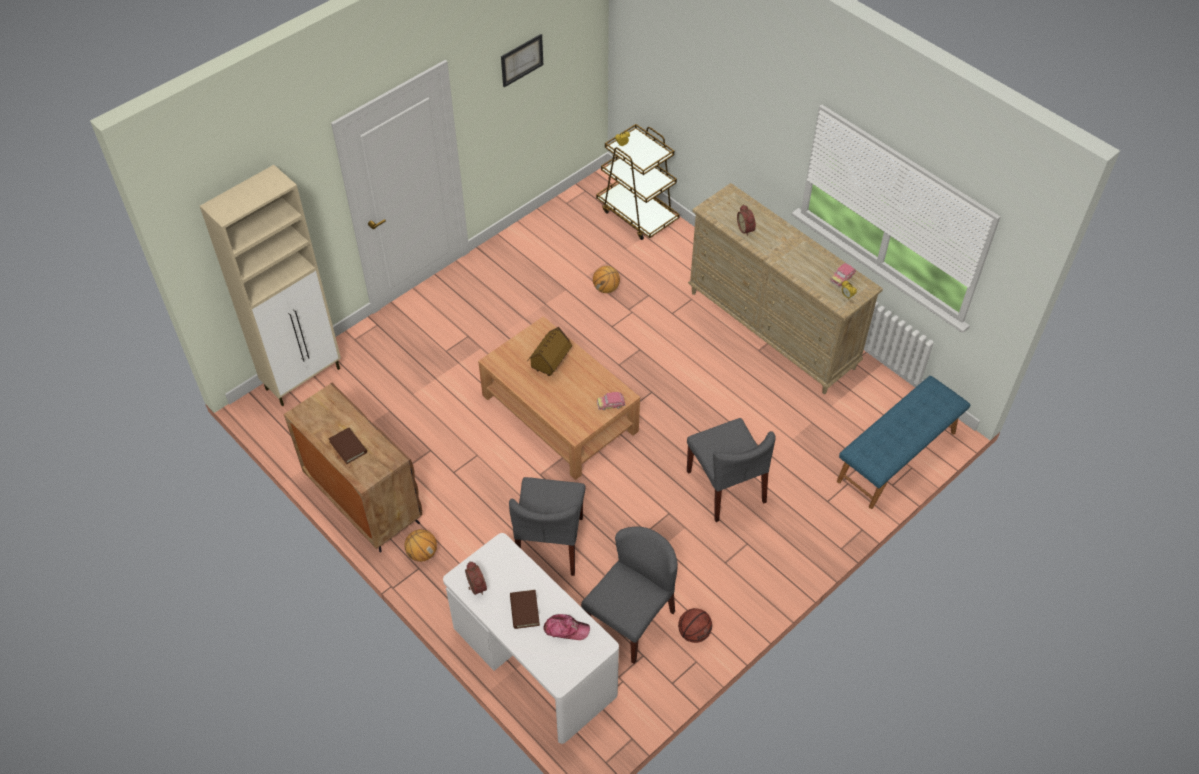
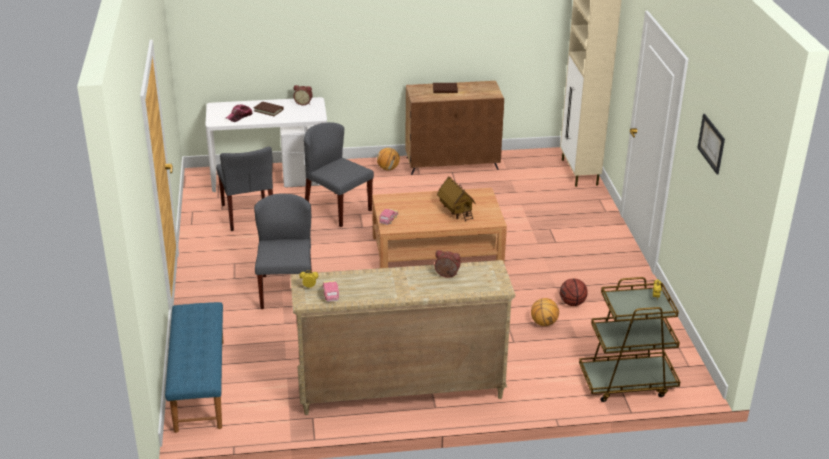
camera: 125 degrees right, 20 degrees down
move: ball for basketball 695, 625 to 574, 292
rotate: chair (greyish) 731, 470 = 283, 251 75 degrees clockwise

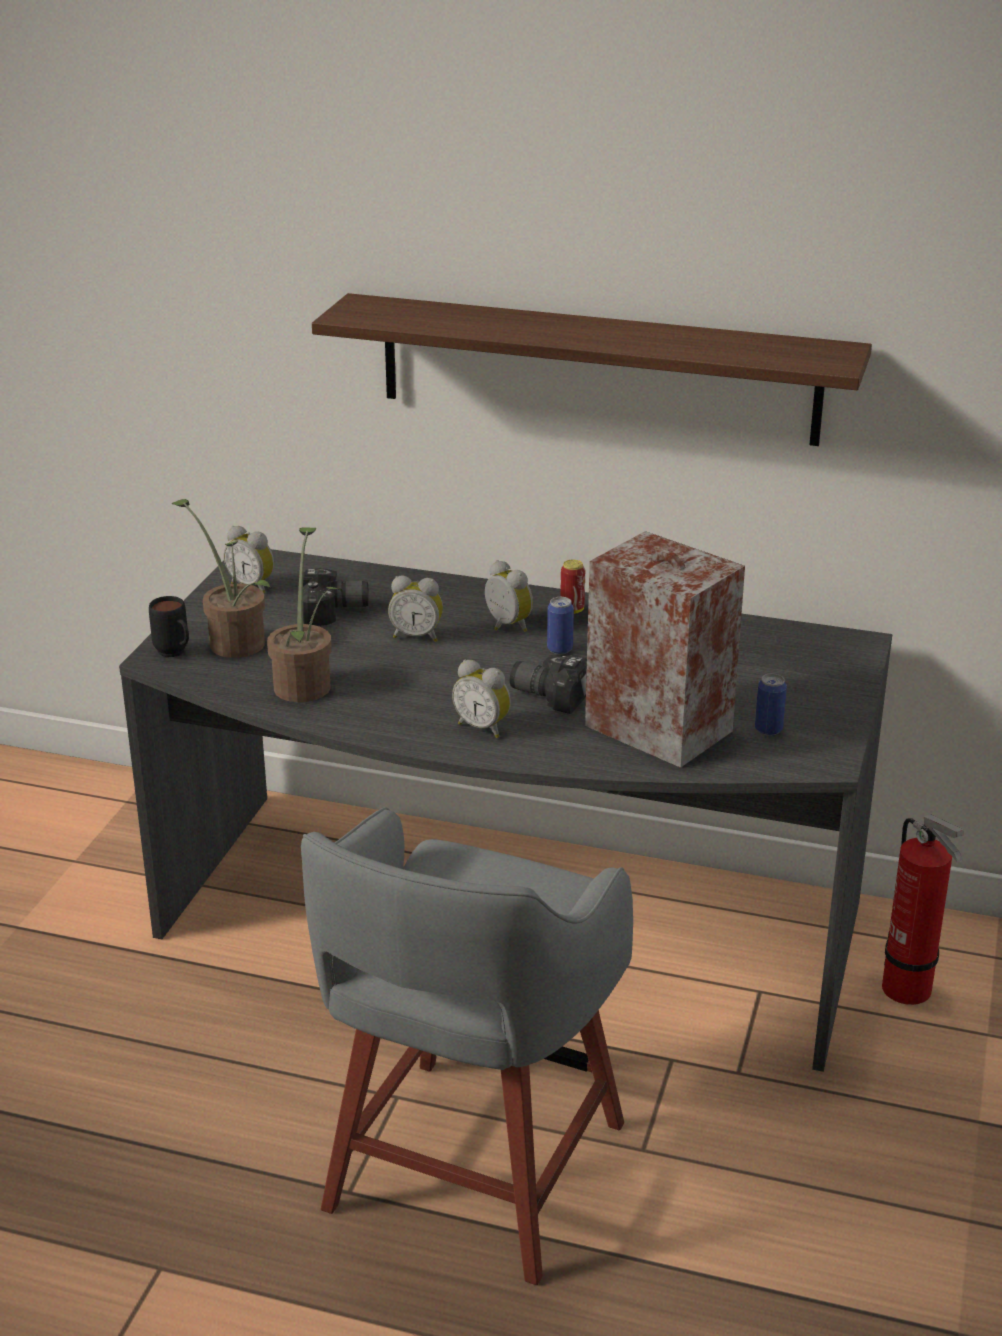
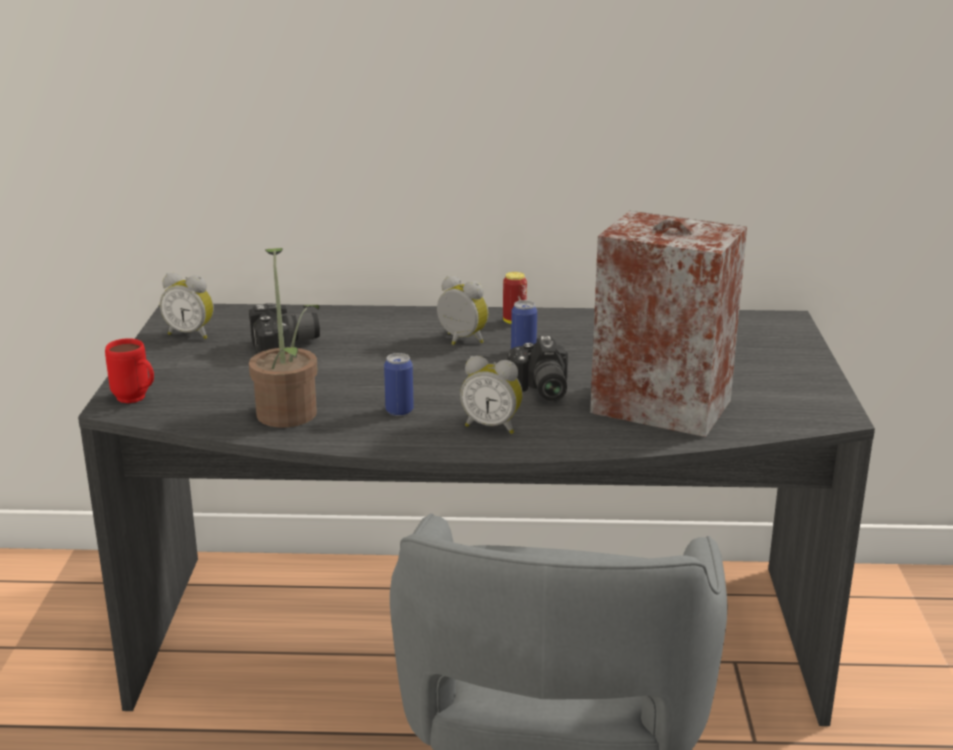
camera: 15 degrees left, 5 degrees down
delete: bracket shelf 592, 369; houseplant 222, 578; alarm clock 415, 609; fire-fighting cylinder 923, 910
move: can 771, 704 to 399, 384
recolor: mug (black) 169, 626 to mug (red) 129, 370
rotate: still camera 548, 684 = 537, 368 105 degrees counterclockwise

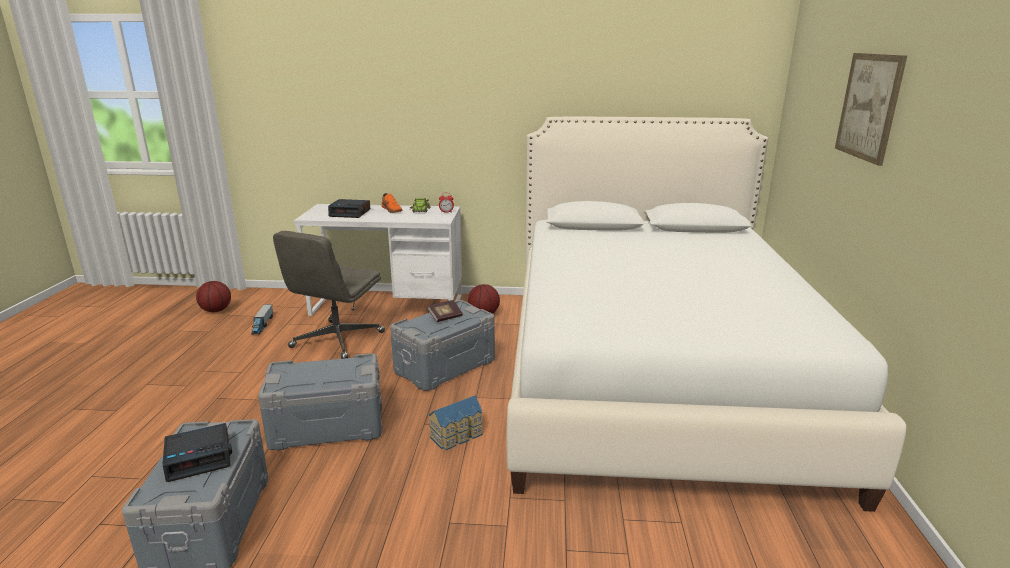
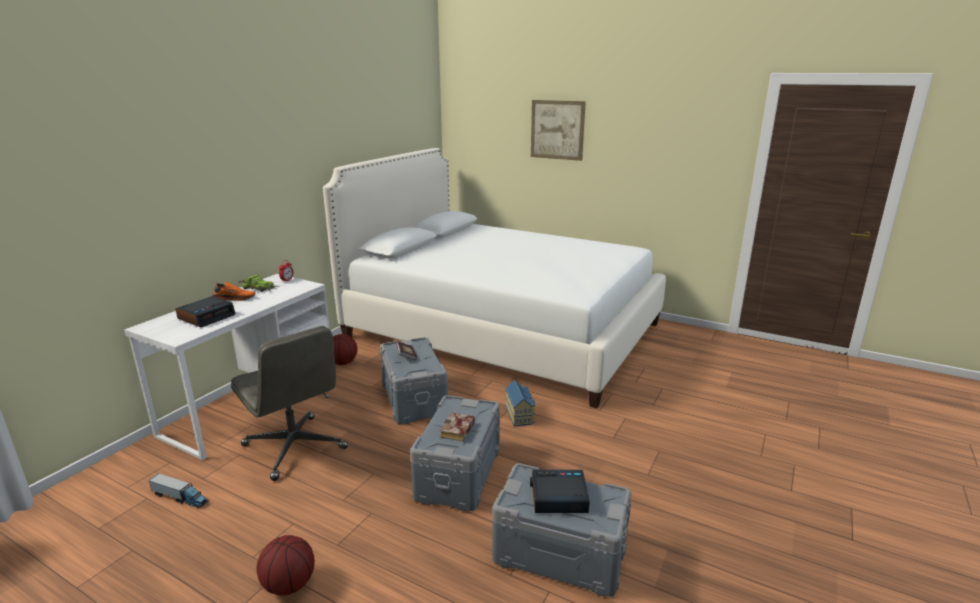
camera: 65 degrees left, 0 degrees up
insert: bound book 457, 427
move: ball for basketball 213, 297 to 286, 565
rotate: alarm clock 197, 452 = 560, 491 90 degrees counterclockwise

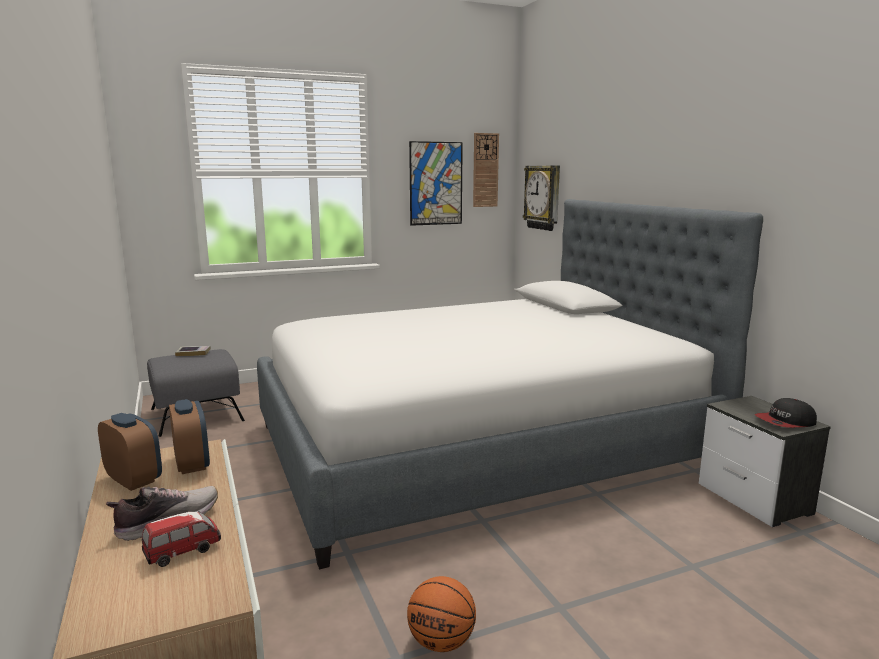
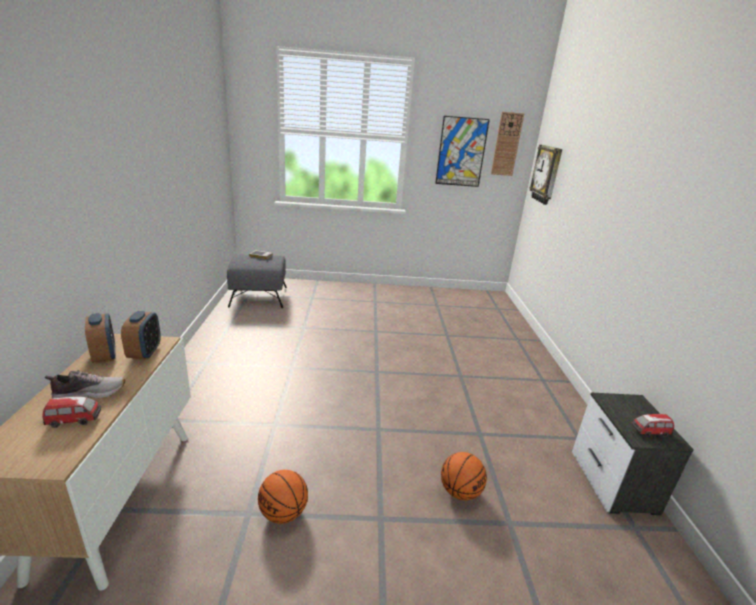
camera: 20 degrees right, 10 degrees up
delete: bed 510, 384
insert: ball for basketball 464, 476
replace: cap 785, 413 to model car 652, 425

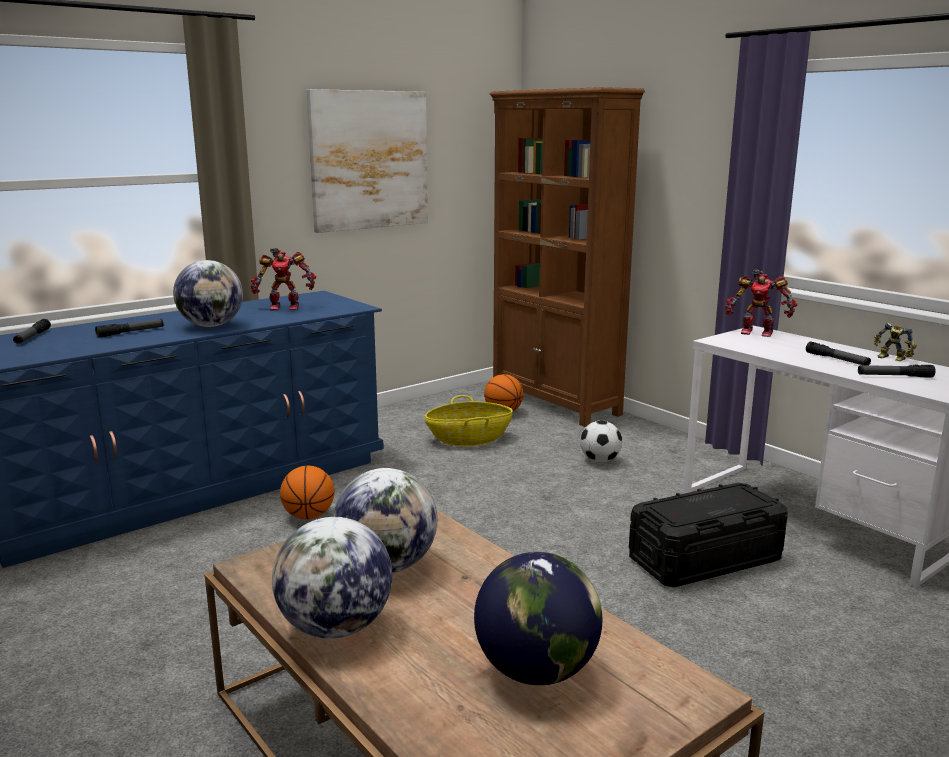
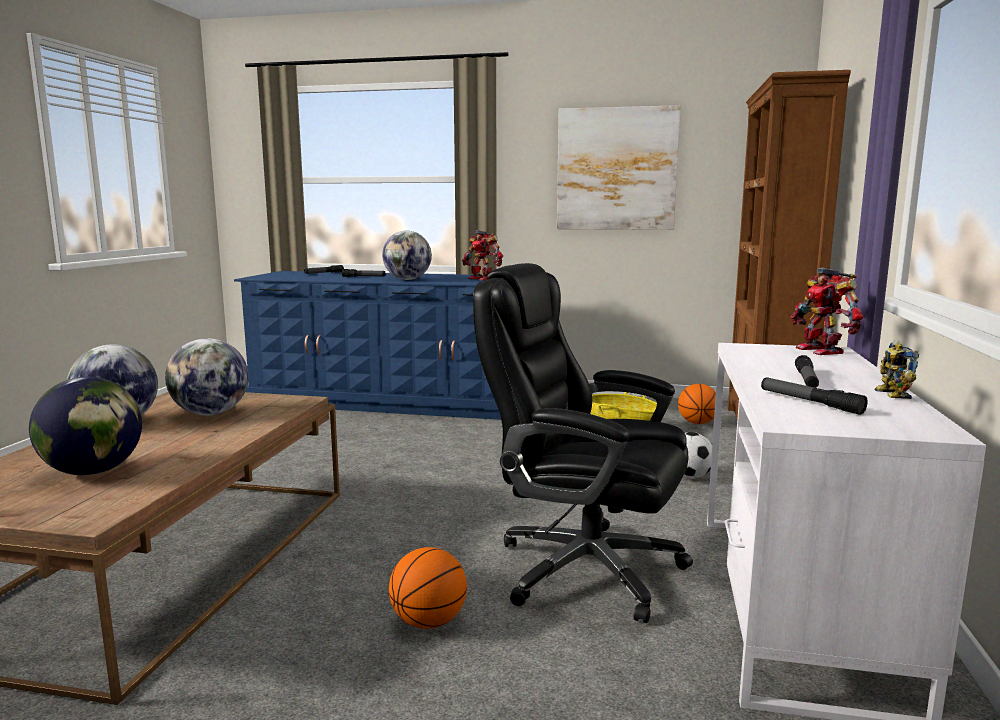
camera: 50 degrees right, 5 degrees down
move: ball for basketball 307, 492 to 428, 588
replace: storage bin (black) 708, 535 to office chair (black) 583, 443

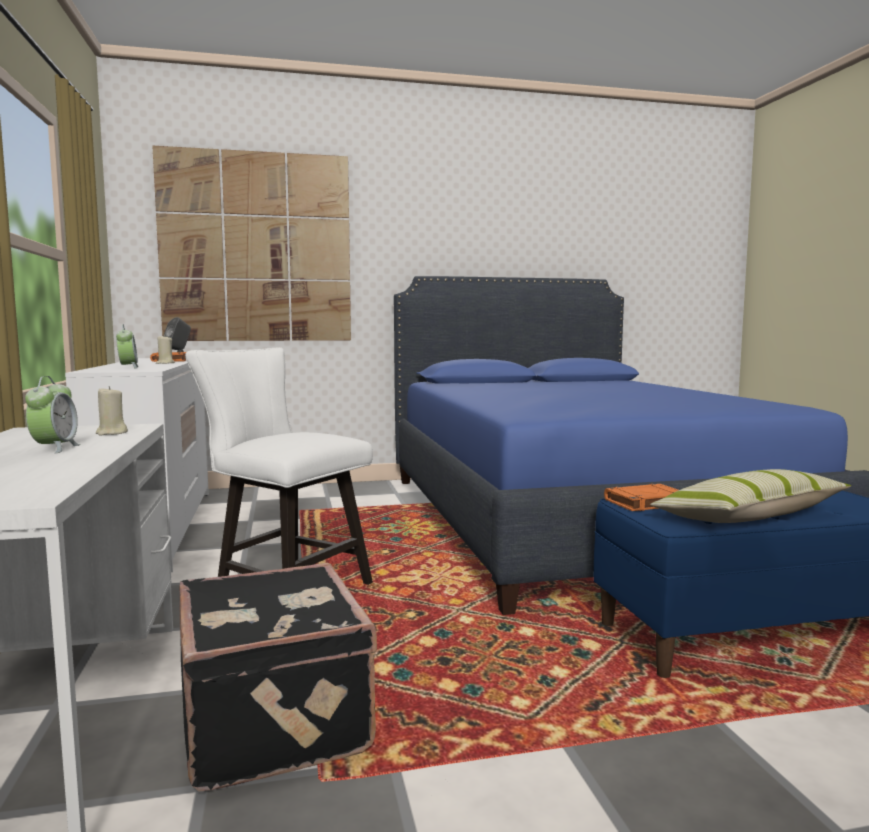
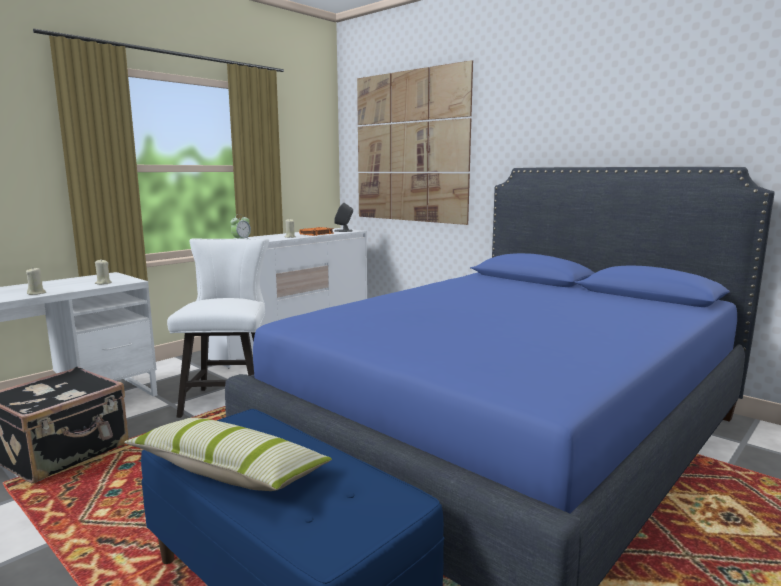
camera: 55 degrees right, 5 degrees up
delete: alarm clock 53, 414; bound book (orange) 641, 497
insert: wax candle (beige) 36, 281

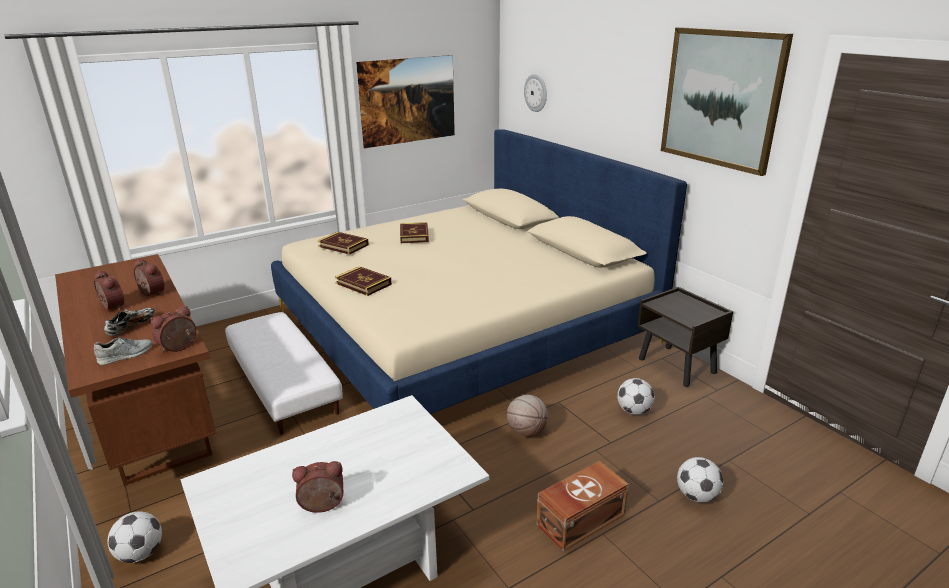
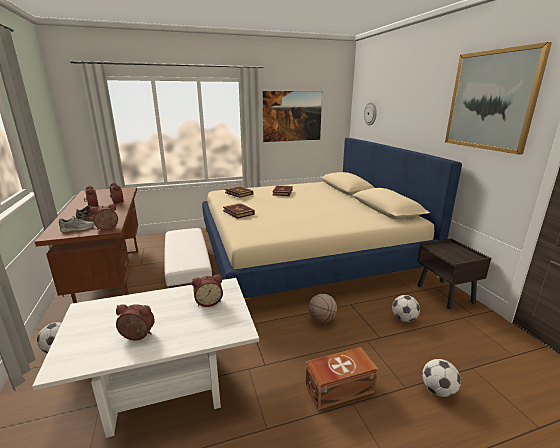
camera: 15 degrees right, 5 degrees down
insert: alarm clock 207, 290

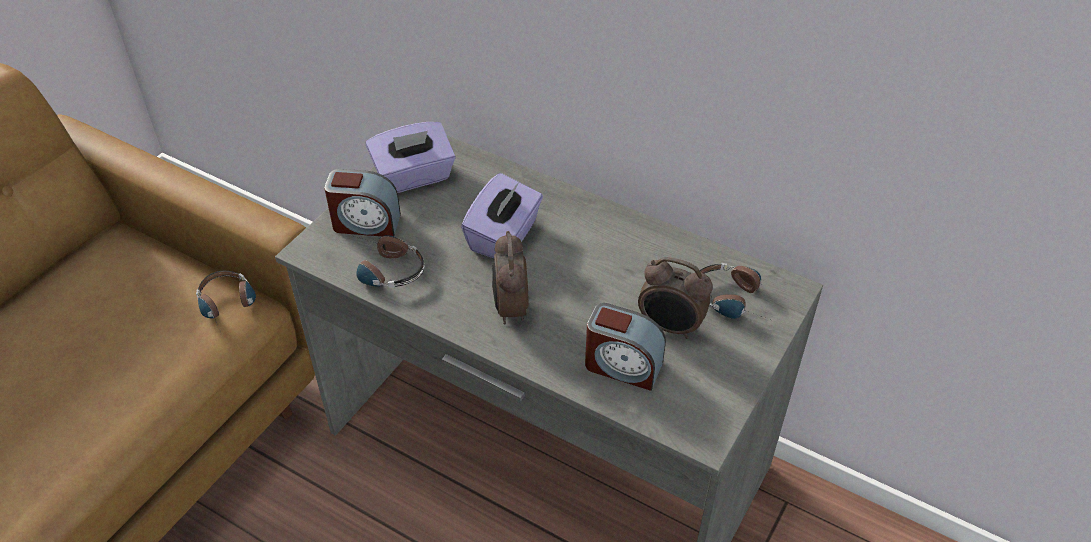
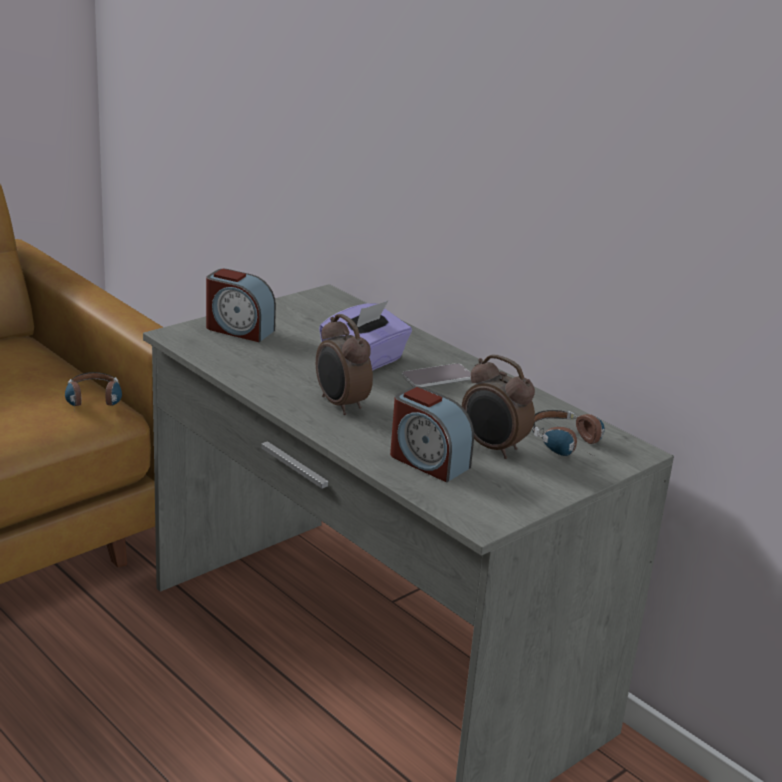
camera: 15 degrees right, 20 degrees down
delete: tissue holder (purplish) 411, 157; pair of headphones 389, 261
insert: handset 436, 375
rotate: alarm clock 510, 278 = 344, 364 45 degrees counterclockwise

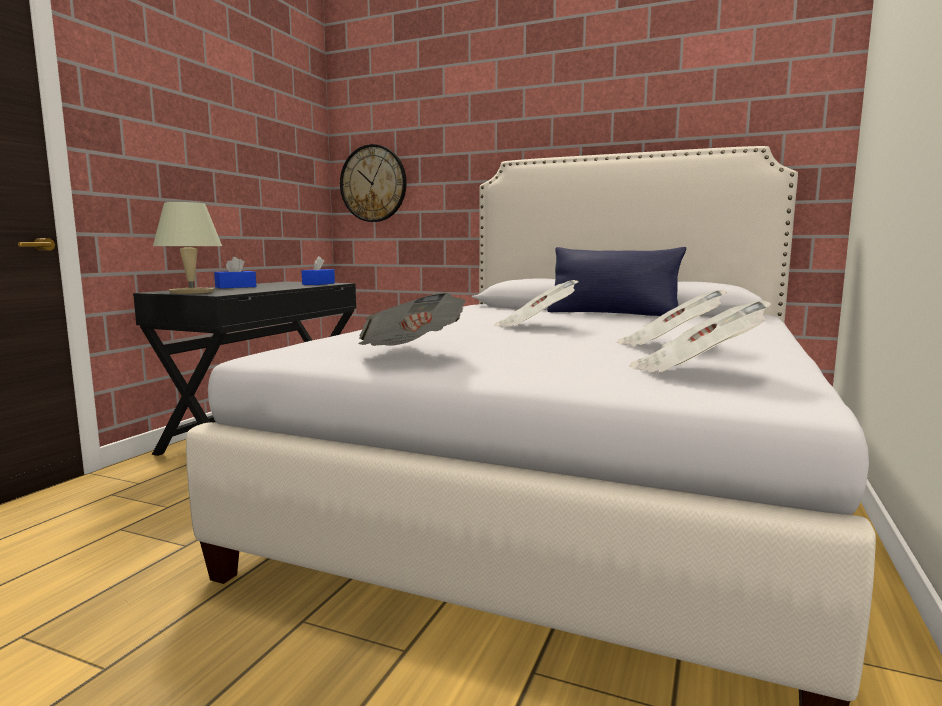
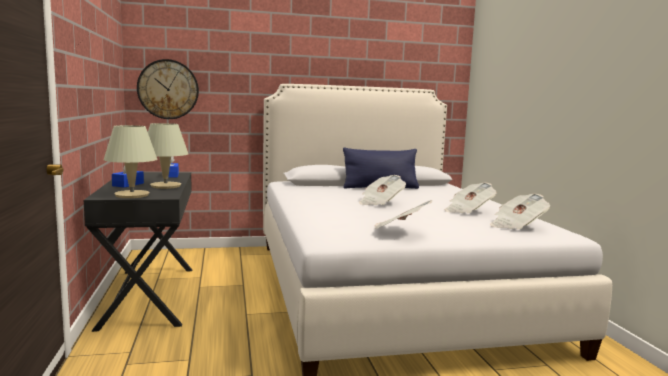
camera: 35 degrees left, 0 degrees up
insert: table lamp (beige) 168, 156

